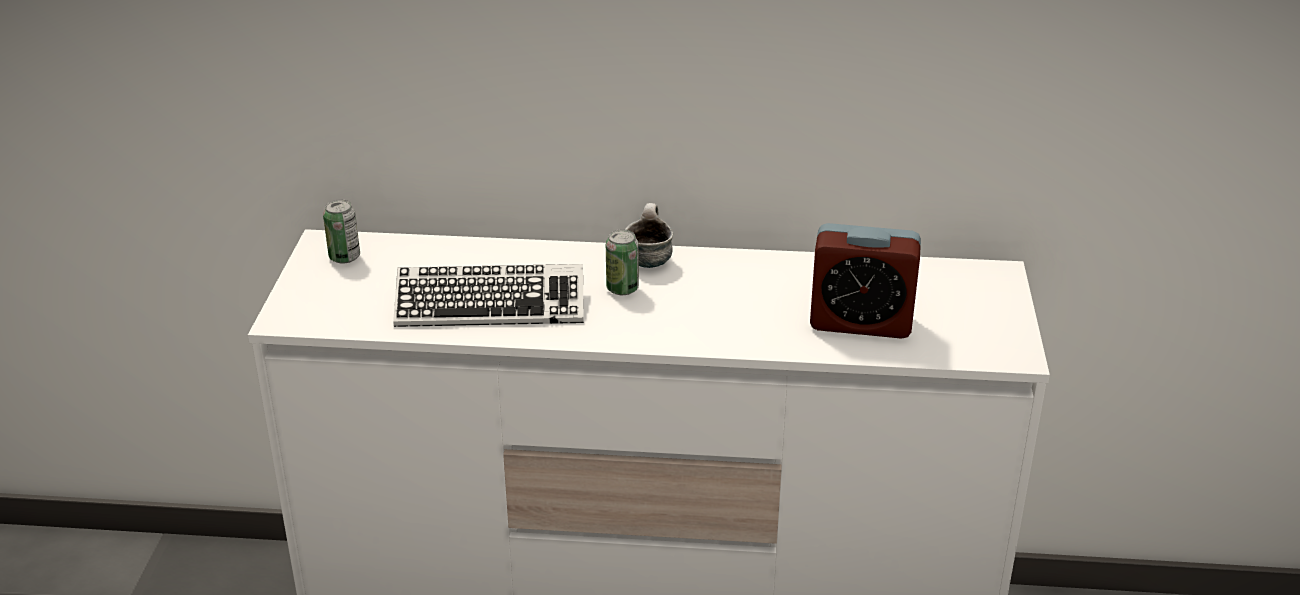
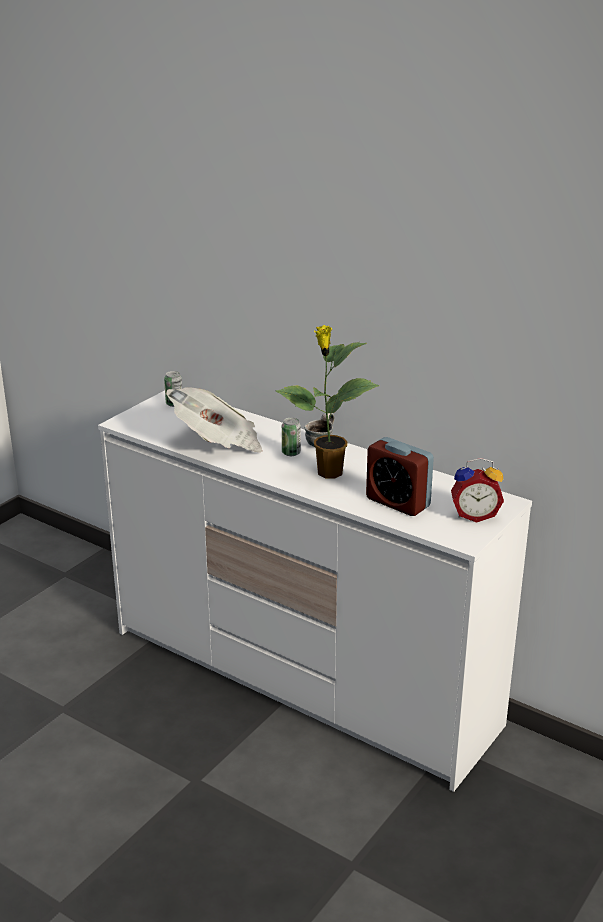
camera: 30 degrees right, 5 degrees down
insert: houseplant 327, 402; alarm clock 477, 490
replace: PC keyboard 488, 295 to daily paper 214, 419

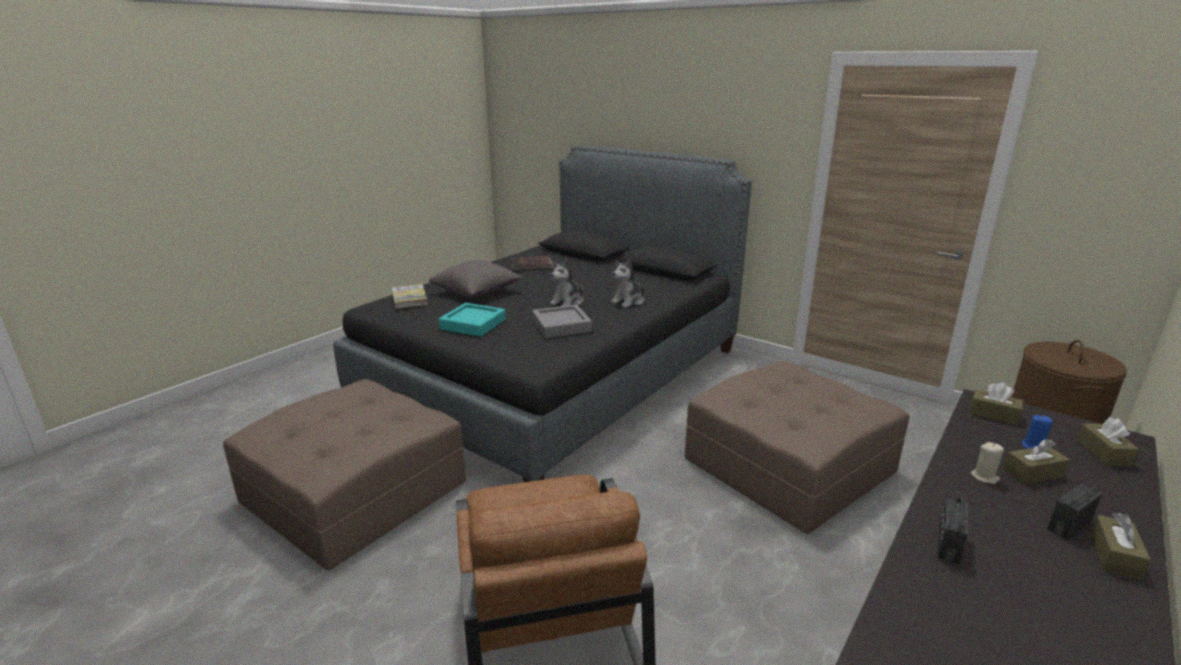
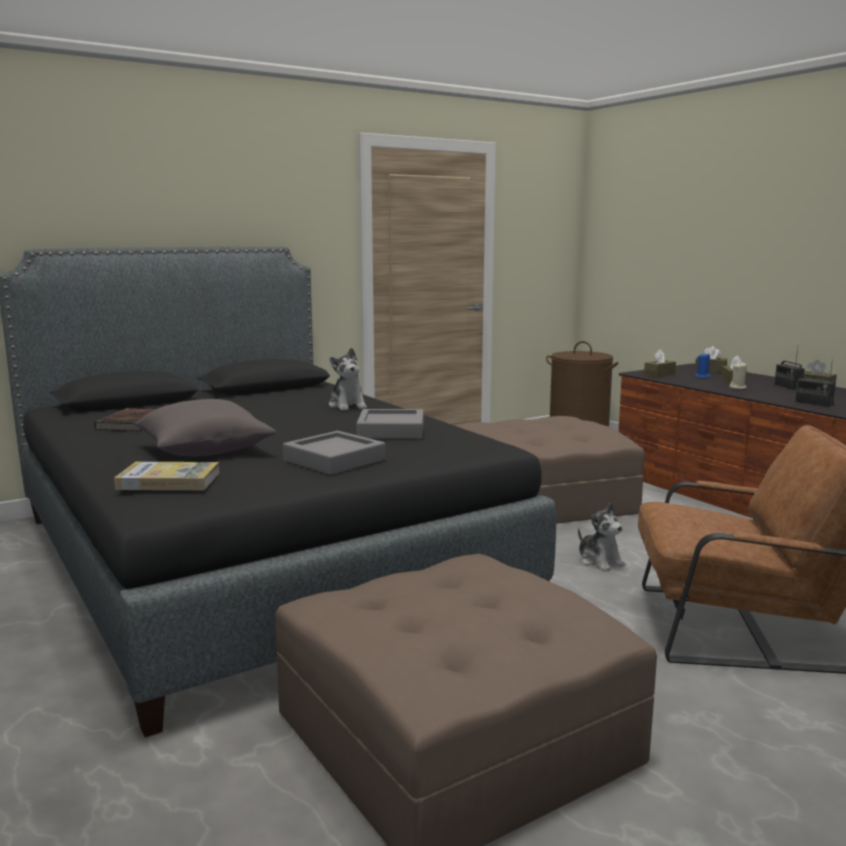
camera: 70 degrees left, 10 degrees down
move: plush toy 566, 282 to 601, 537
recolor: serving tray (blue-green) 472, 320 to serving tray (greyish) 334, 453

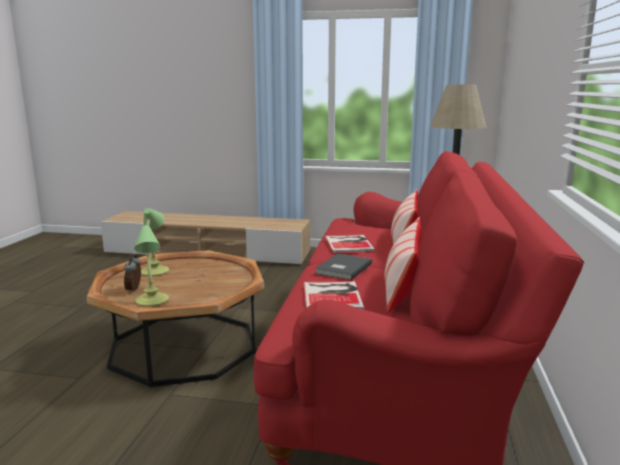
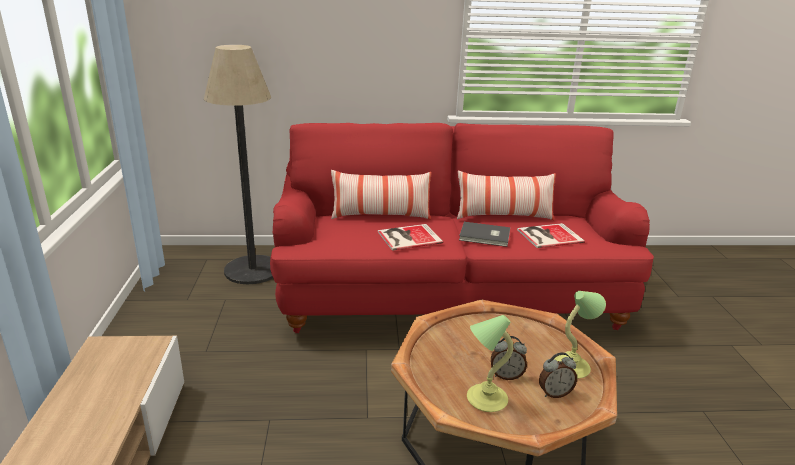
camera: 105 degrees left, 10 degrees up
insert: alarm clock 509, 358

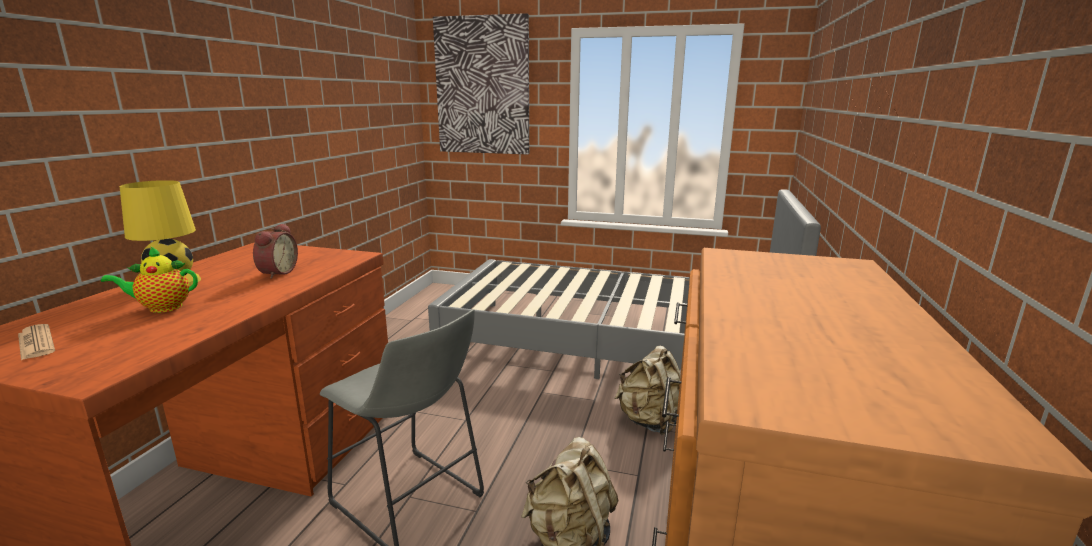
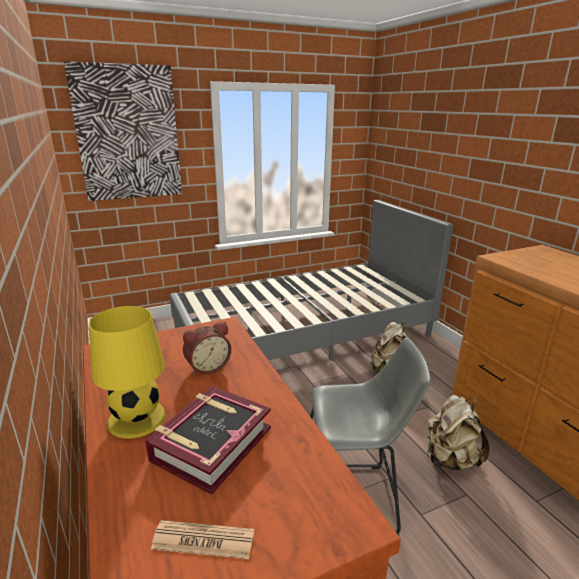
camera: 40 degrees left, 5 degrees up
replace: tea pot 149, 279 to bound book 208, 440
rotate: alarm clock 275, 251 = 207, 348 90 degrees clockwise

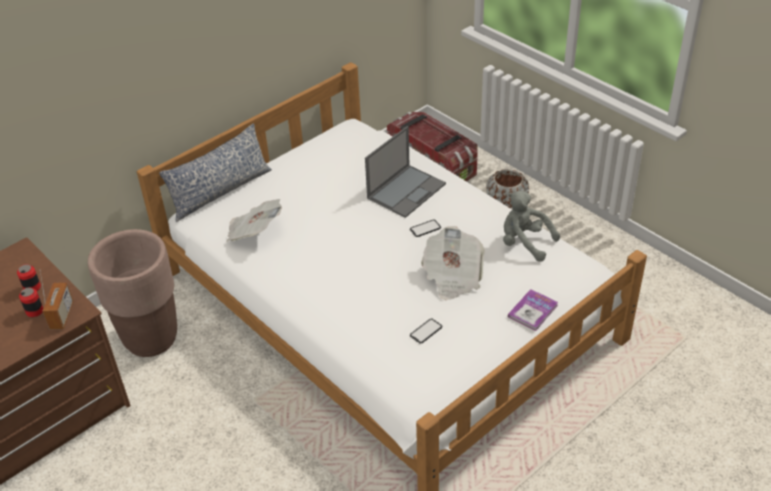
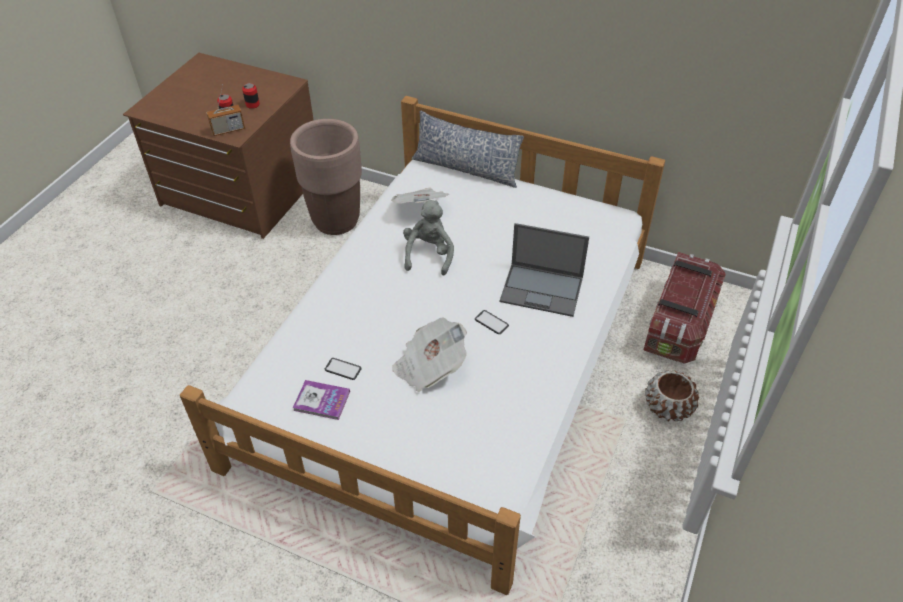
camera: 65 degrees right, 5 degrees up
move: plush toy (greyish) 531, 226 to 428, 237; bound book 533, 310 to 321, 400

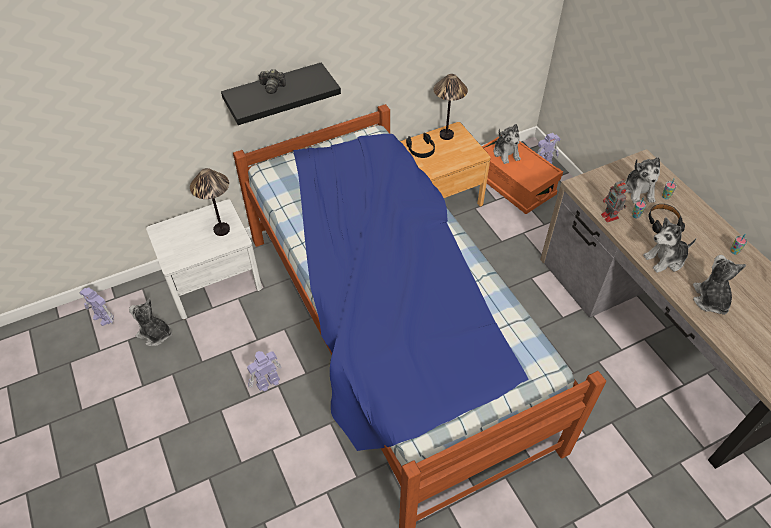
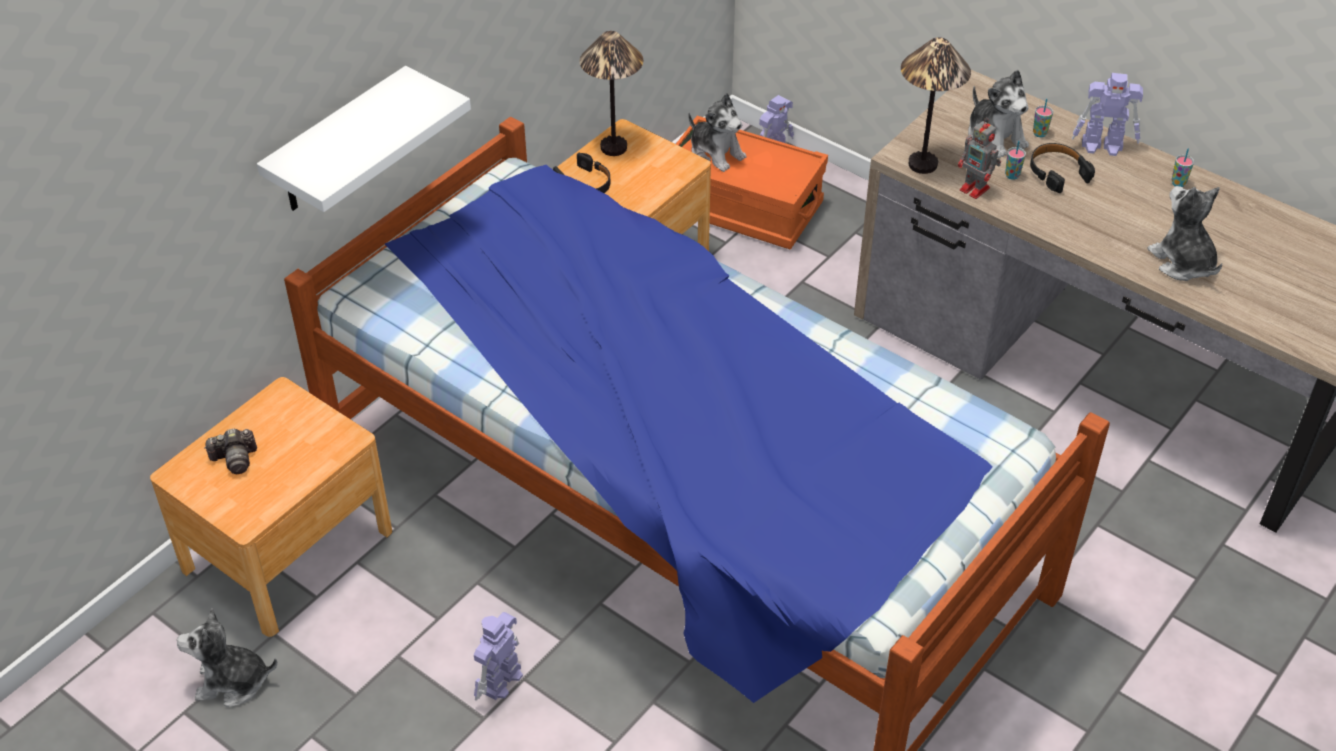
camera: 25 degrees left, 5 degrees down
delete: plush toy 669, 245
move: still camera 272, 81 to 230, 451; table lamp 210, 202 to 936, 105; robot figure 96, 306 to 1107, 114
recolor: bracket shelf (black) 281, 93 to bracket shelf (white-coloured) 364, 139; night table (white-coloured) 204, 259 to night table (brown) 271, 507

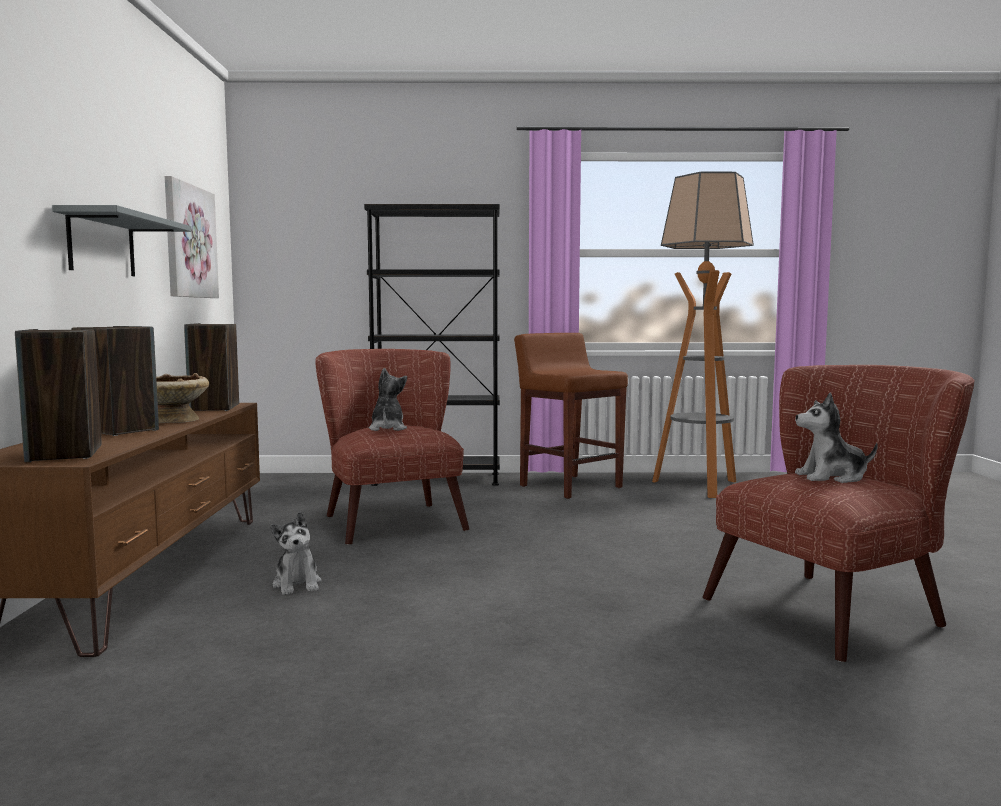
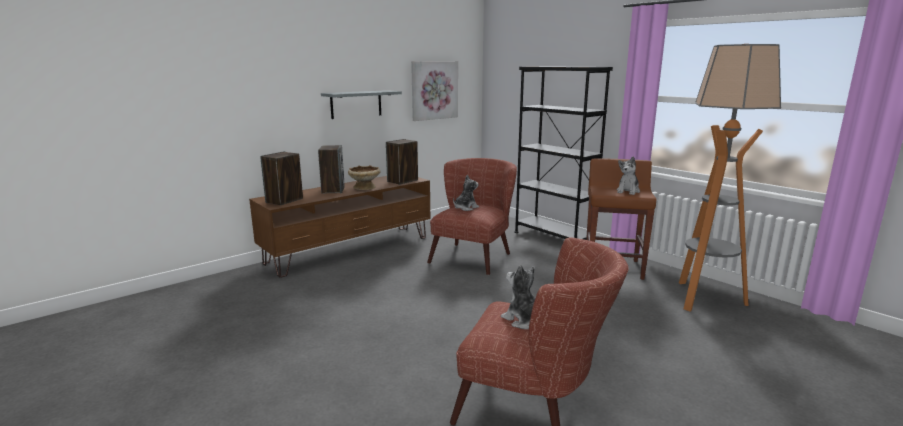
camera: 50 degrees right, 10 degrees up
move: plush toy 296, 553 to 628, 176

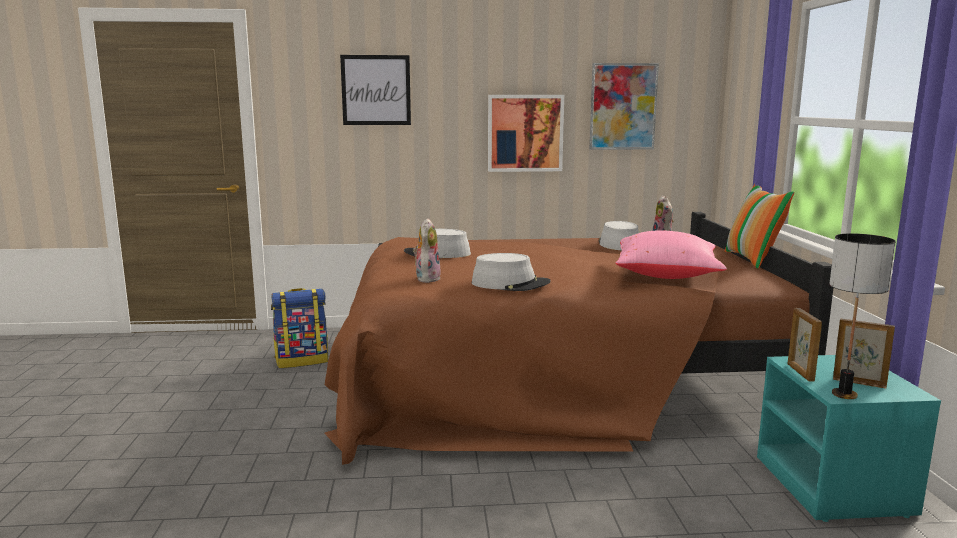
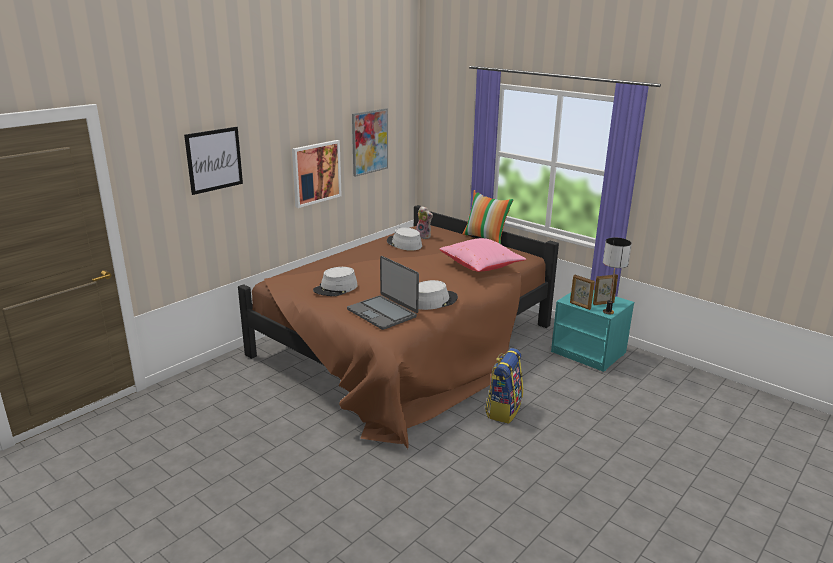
camera: 45 degrees left, 10 degrees up
move: knapsack 299, 328 to 504, 386
replace: plush toy 427, 250 to notebook computer 383, 293

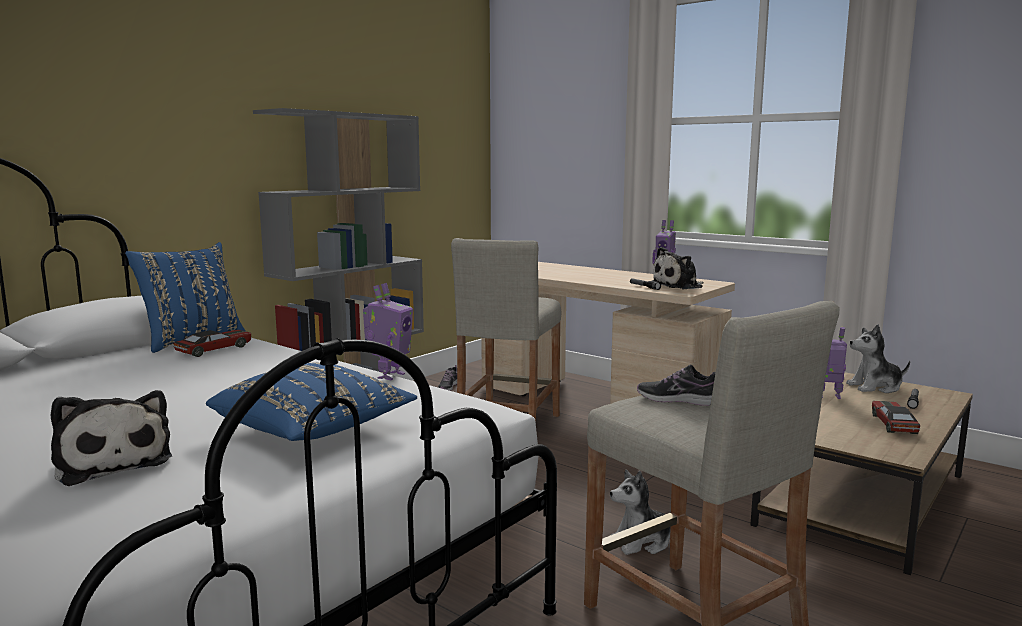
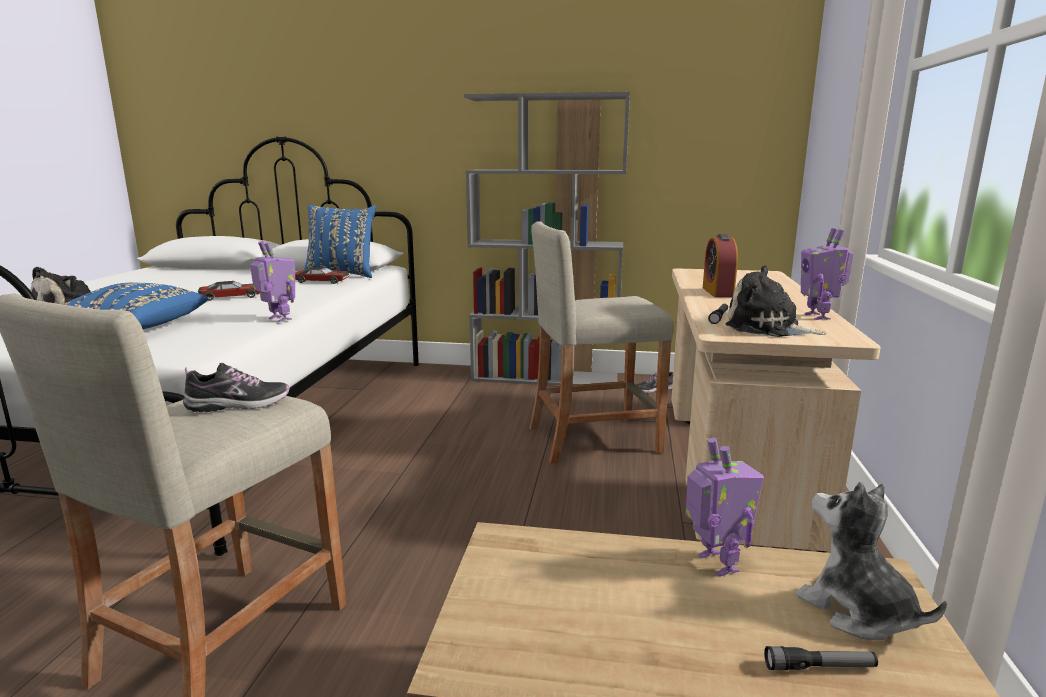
camera: 60 degrees right, 5 degrees up
delete: plush toy 640, 512
insert: alarm clock 720, 265
move: model car 896, 417 to 229, 291
rotate: robot figure 388, 332 = 272, 281 135 degrees counterclockwise; low shoe 676, 385 = 236, 387 75 degrees clockwise

